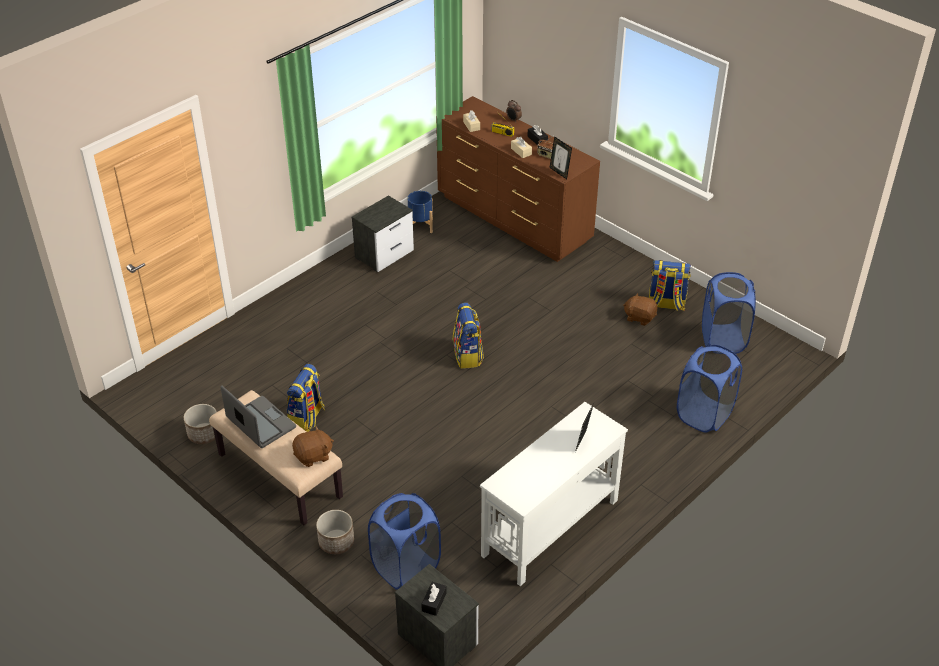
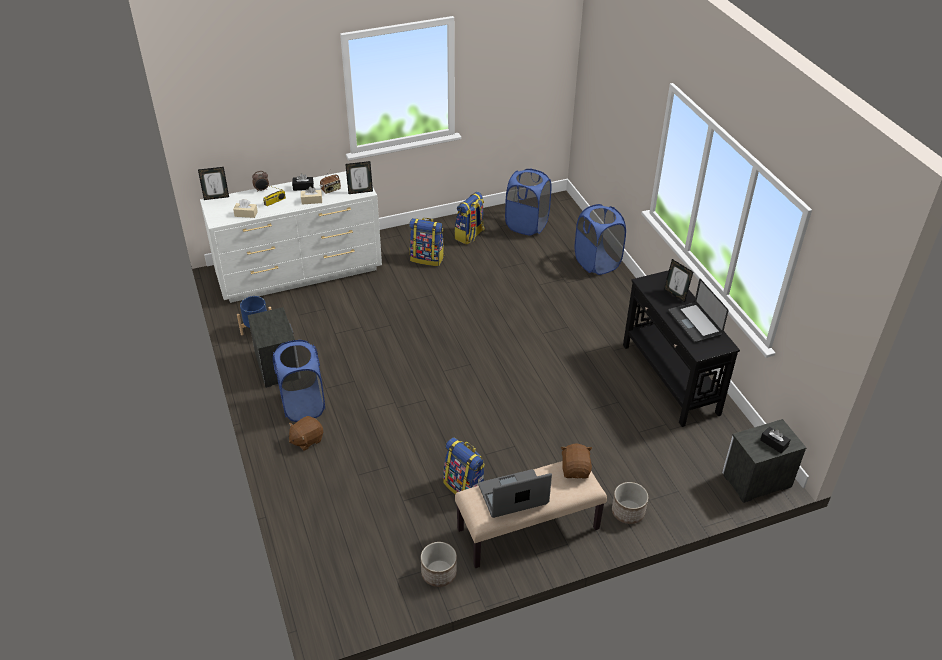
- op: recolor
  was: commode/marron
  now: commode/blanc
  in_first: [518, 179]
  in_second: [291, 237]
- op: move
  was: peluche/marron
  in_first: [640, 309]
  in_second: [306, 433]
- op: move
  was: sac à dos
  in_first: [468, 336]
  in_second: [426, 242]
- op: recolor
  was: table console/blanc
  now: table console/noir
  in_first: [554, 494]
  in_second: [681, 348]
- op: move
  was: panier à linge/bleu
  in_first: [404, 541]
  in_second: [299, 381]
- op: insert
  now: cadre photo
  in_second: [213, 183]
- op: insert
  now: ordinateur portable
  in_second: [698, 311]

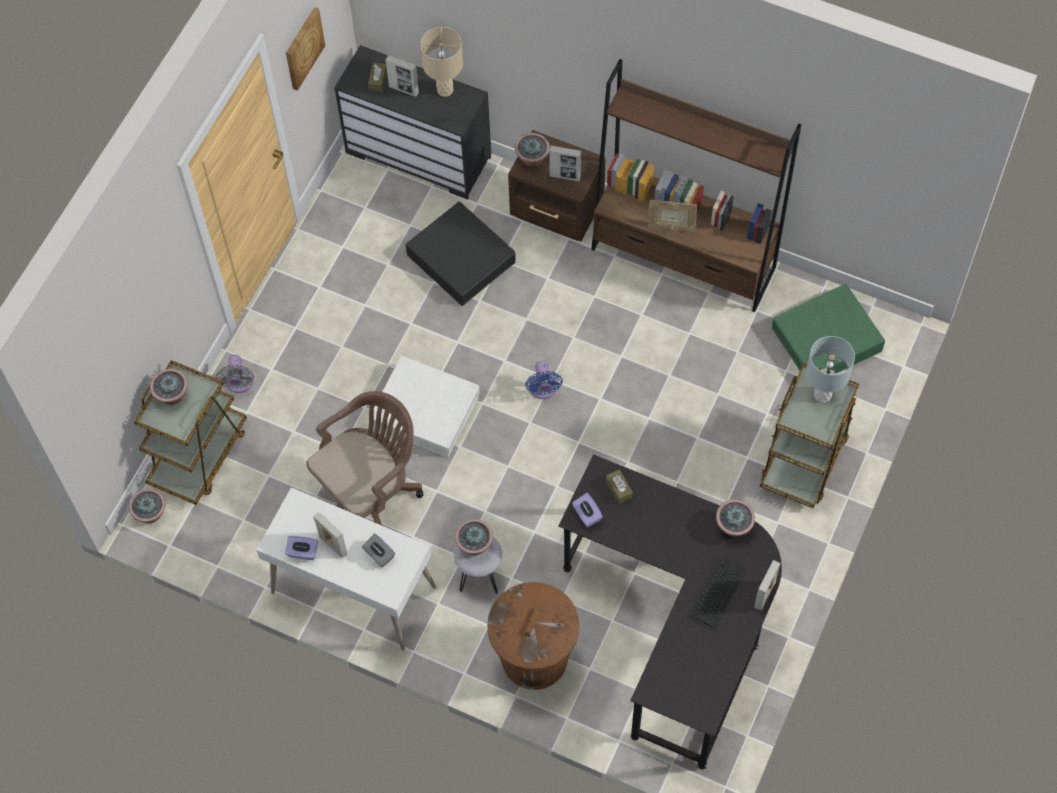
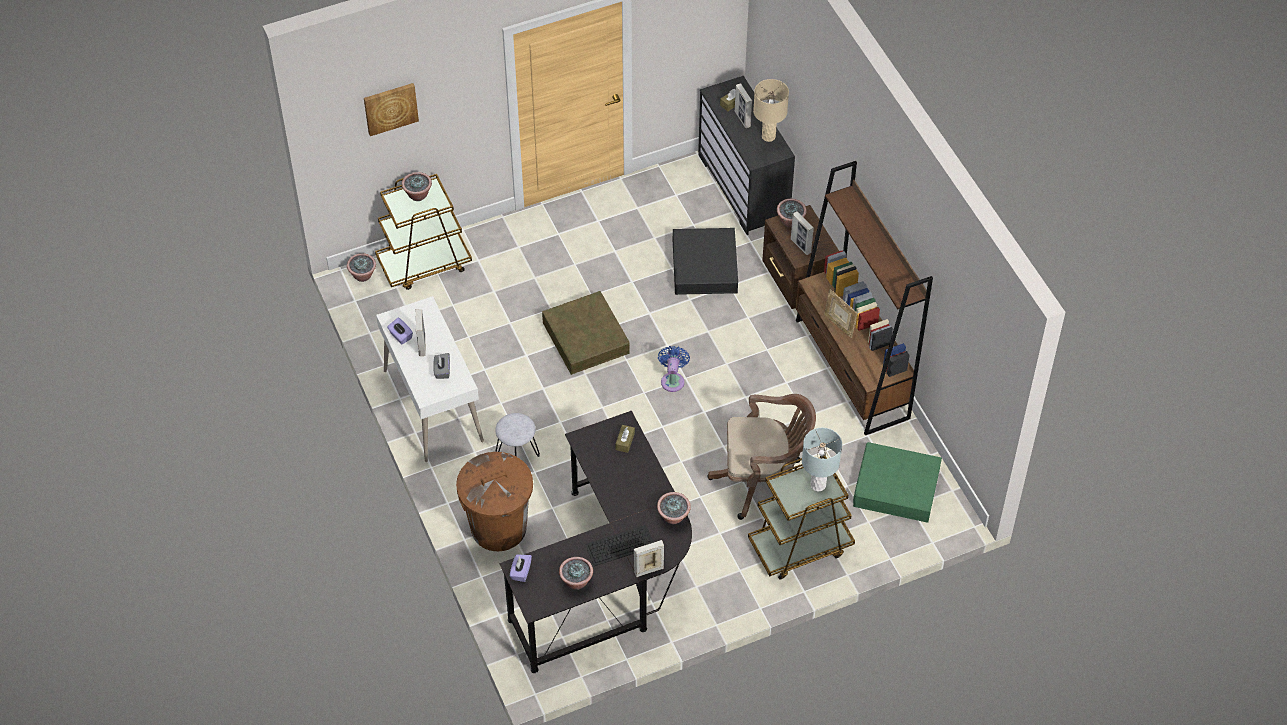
- op: move
  was: tableau
  in_first: [305, 49]
  in_second: [391, 109]
- op: delete
  was: ventilateur/gris
  in_first: [235, 374]
- op: recolor
  was: boîte de rangement/blanc
  now: boîte de rangement/marron
  in_first: [426, 406]
  in_second: [586, 333]
- op: rotate
  was: ventilateur/bleu
  in_first: [544, 380]
  in_second: [674, 369]
  clockwise: 150
- op: move
  was: chaise de bureau/marron
  in_first: [364, 458]
  in_second: [761, 457]
- op: move
  was: boîte à mouchoirs/violet
  in_first: [587, 510]
  in_second: [521, 568]
- op: move
  was: plante en pot
  in_first: [474, 537]
  in_second: [576, 573]

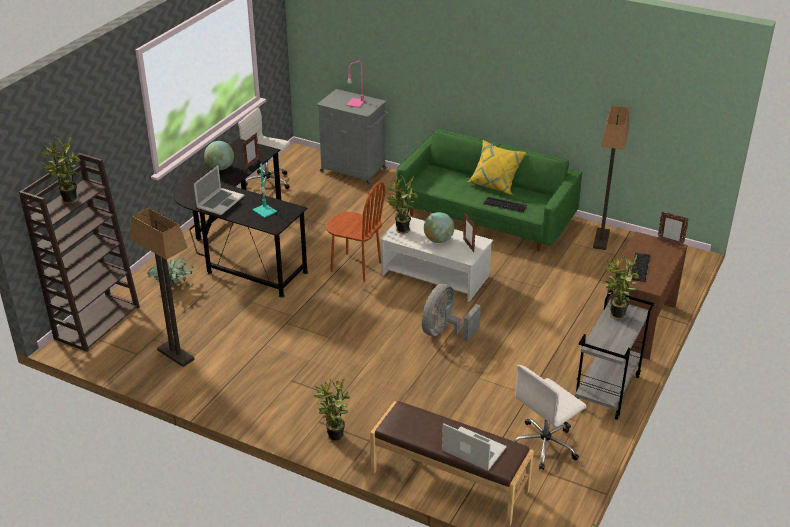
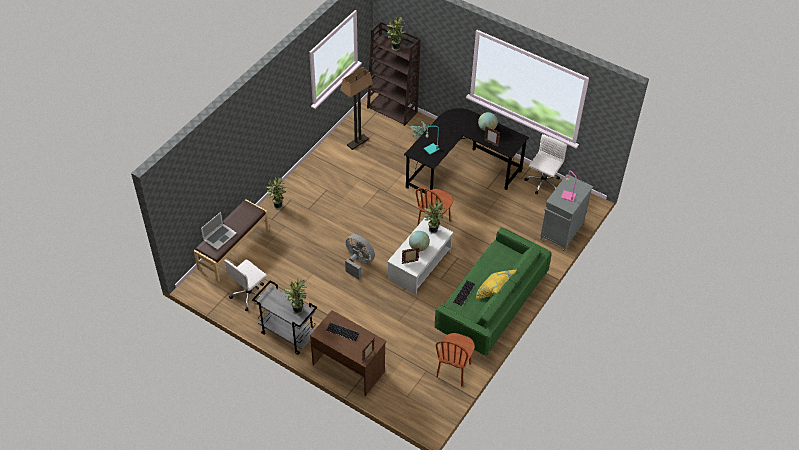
- op: replace
  was: lampadaire
  now: chaise/marron
  in_first: [611, 178]
  in_second: [455, 360]
- op: delete
  was: ordinateur portable
  in_first: [219, 190]
- op: rotate
  was: chaise de bureau/blanc
  in_first: [550, 417]
  in_second: [245, 285]
  clockwise: -105

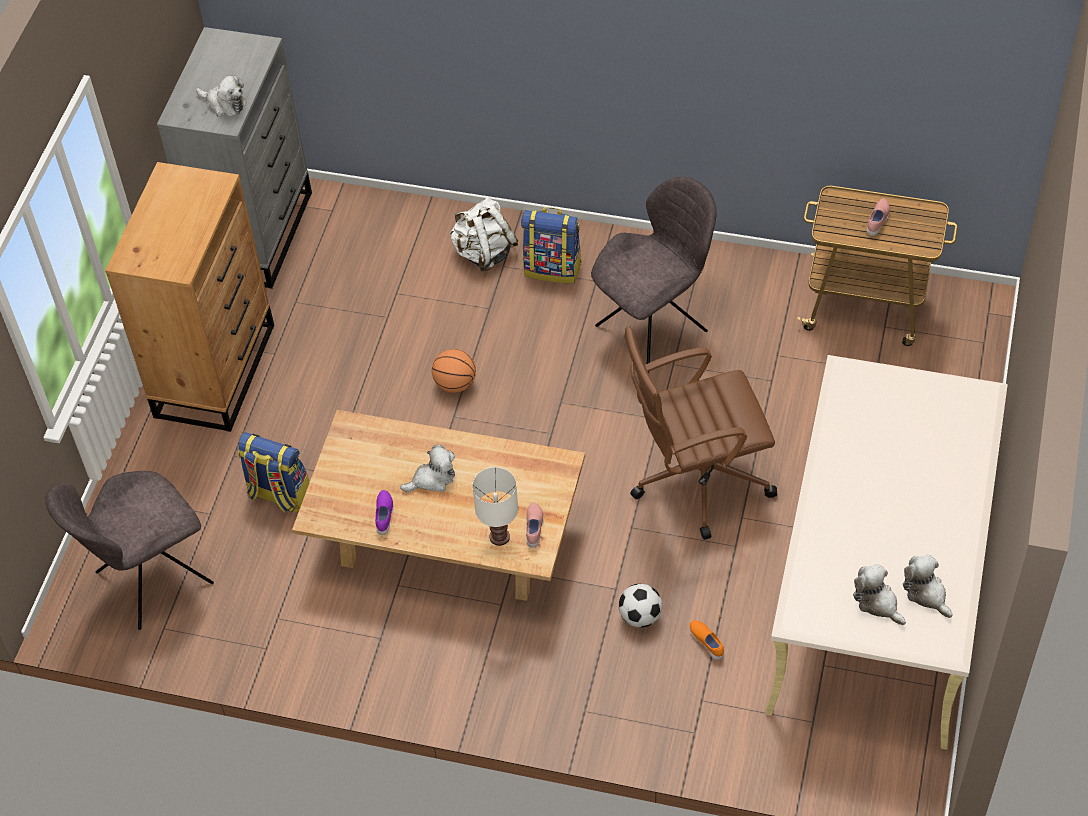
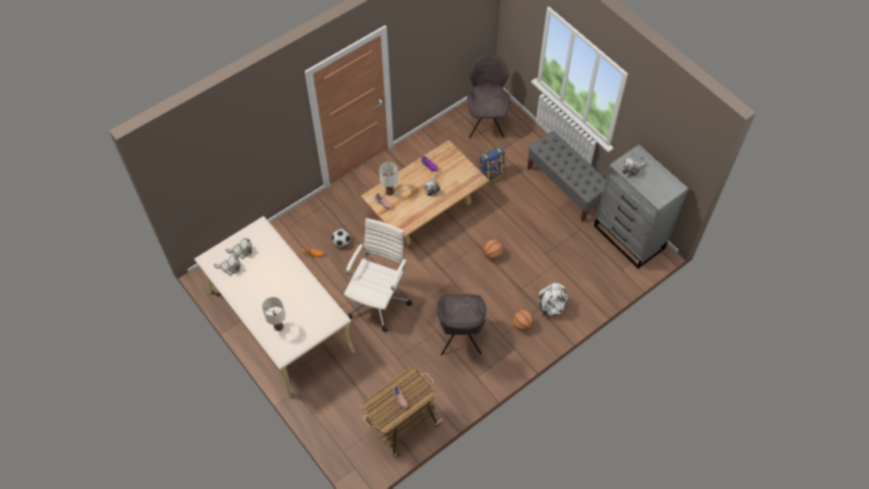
- op: replace
  was: commode/marron
  now: banc/gris
  in_first: [189, 297]
  in_second: [566, 176]
- op: replace
  was: sac à dos
  now: ballon de basket
  in_first: [551, 245]
  in_second: [523, 320]
- op: recolor
  was: chaise de bureau/marron
  now: chaise de bureau/blanc
  in_first: [700, 433]
  in_second: [378, 275]
- op: insert
  now: lampe de table/blanc
  in_second: [274, 314]

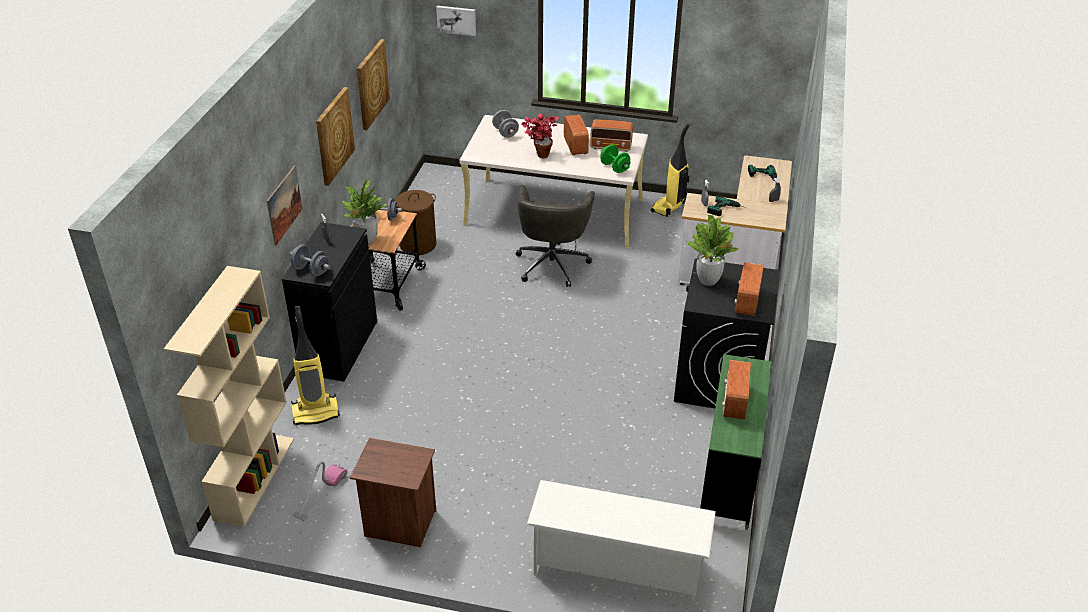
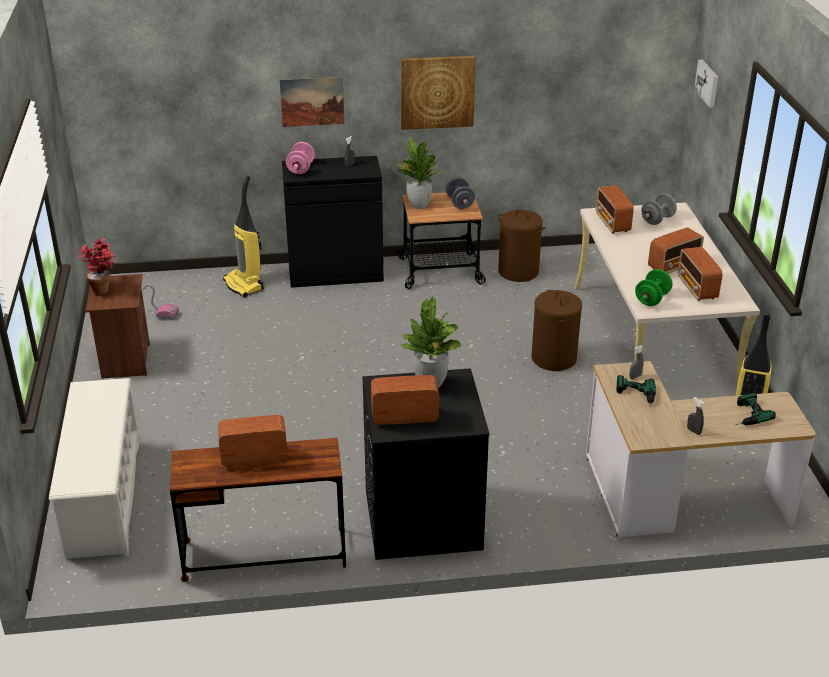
- op: delete
  was: tableau
  in_first: [373, 84]
- op: move
  was: plante en pot
  in_first: [540, 136]
  in_second: [96, 267]
- op: replace
  was: chaise de bureau/gris
  now: panier à linge/marron
  in_first: [555, 236]
  in_second: [556, 330]
- op: recolor
  was: haltère/gris
  now: haltère/rose
  in_first: [310, 260]
  in_second: [300, 158]
- op: delete
  was: bibliothèque/beige
  in_first: [229, 396]
- op: recolor
  was: bureau/vert
  now: bureau/marron
  in_first: [735, 442]
  in_second: [258, 510]
- op: insert
  now: radio
  in_second: [615, 209]

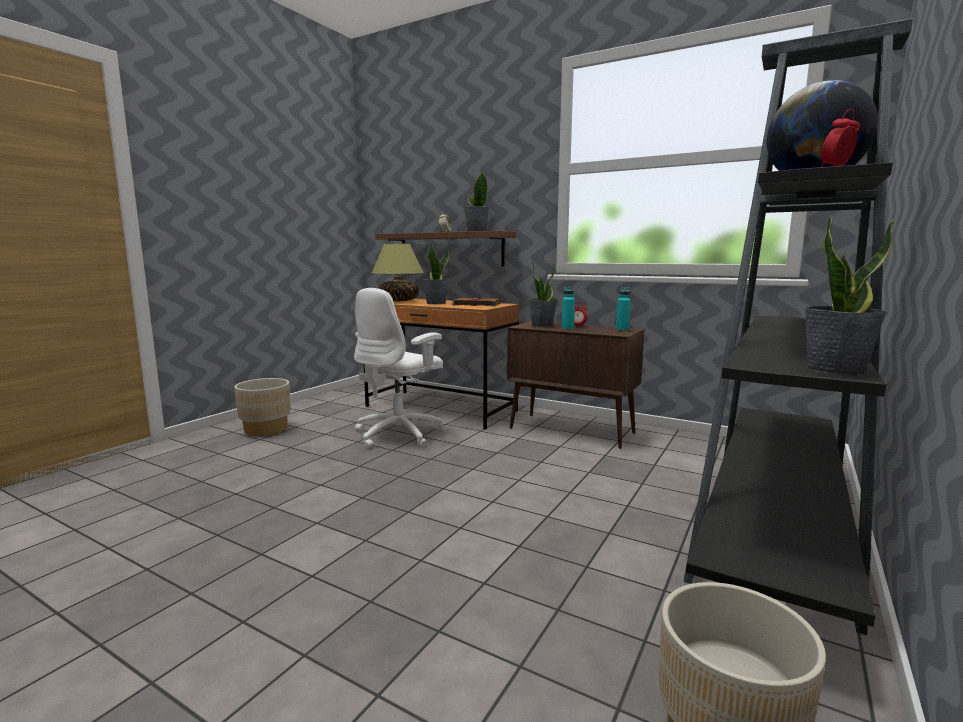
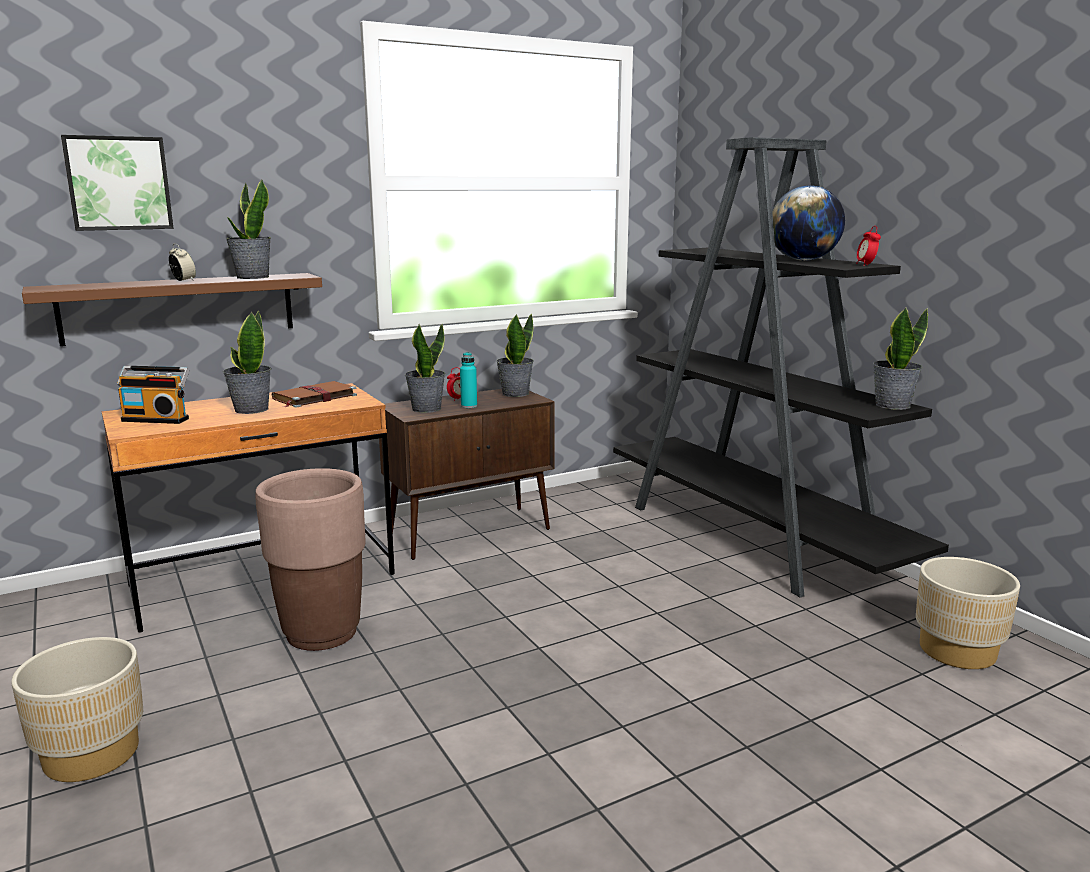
- op: replace
  was: lampe de table
  now: radio
  in_first: [398, 272]
  in_second: [153, 395]
- op: replace
  was: bouteille/turquoise
  now: plante en pot
  in_first: [623, 309]
  in_second: [515, 355]
- op: replace
  was: chaise de bureau/blanc
  now: cache-pot/marron
  in_first: [398, 368]
  in_second: [310, 559]
- op: insert
  now: tableau
  in_second: [117, 183]

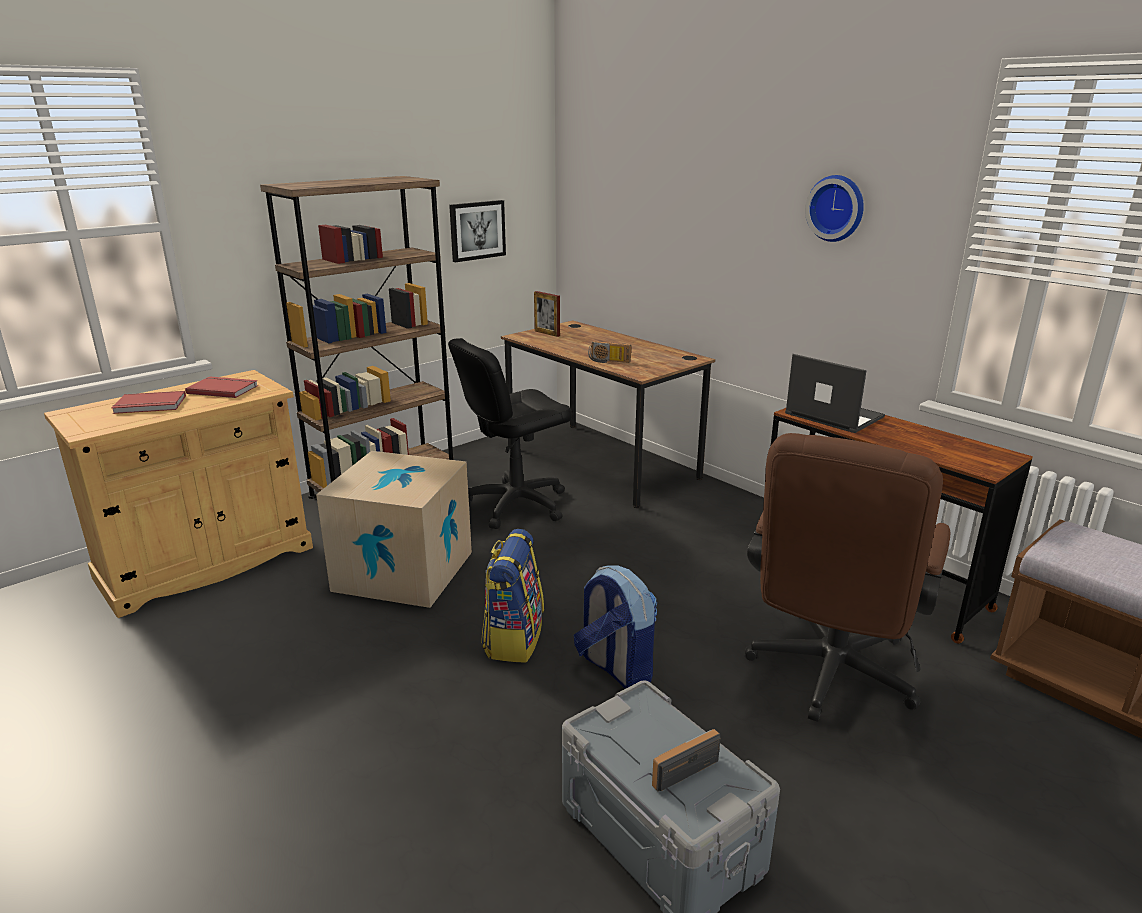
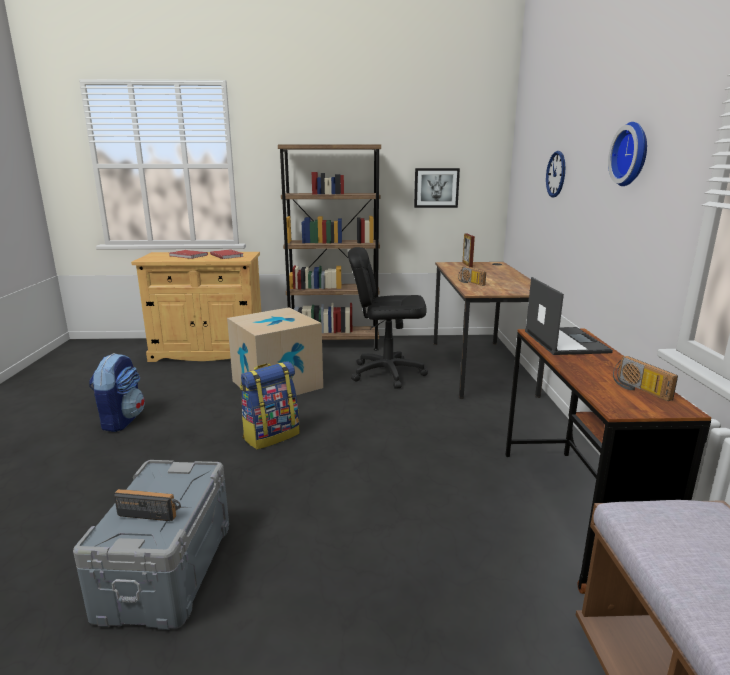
- op: delete
  was: chaise de bureau/marron
  in_first: [847, 577]
- op: move
  was: sac à dos
  in_first: [615, 627]
  in_second: [117, 392]
- op: insert
  now: horloge murale
  in_second: [555, 174]
- op: insert
  now: radio
  in_second: [645, 378]

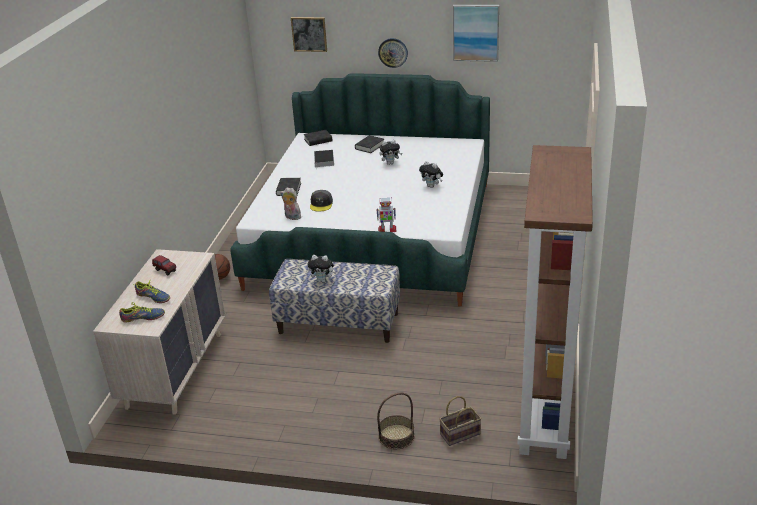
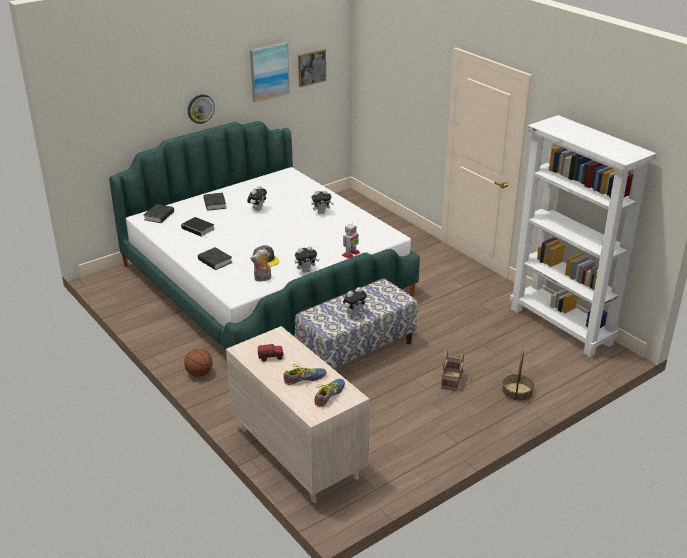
- op: move
  was: tableau
  in_first: [309, 34]
  in_second: [312, 68]
- op: recolor
  was: bibliothèque/marron
  now: bibliothèque/blanc
  in_first: [555, 302]
  in_second: [583, 236]
- op: move
  was: panier
  in_first: [460, 421]
  in_second: [452, 370]
- op: insert
  now: peluche
  in_second: [307, 259]

